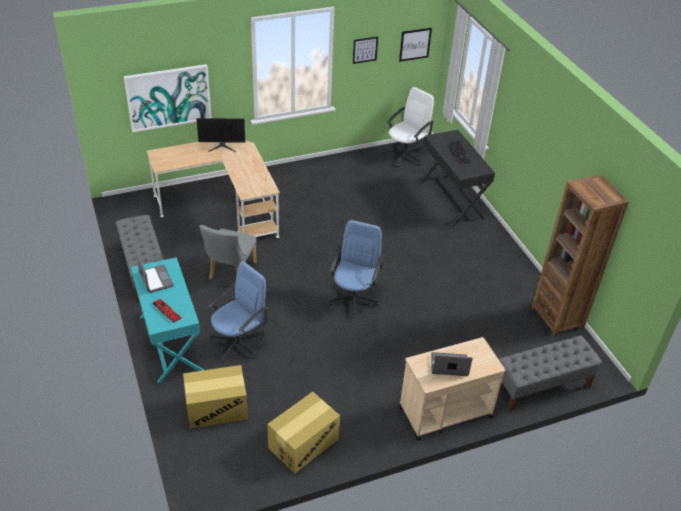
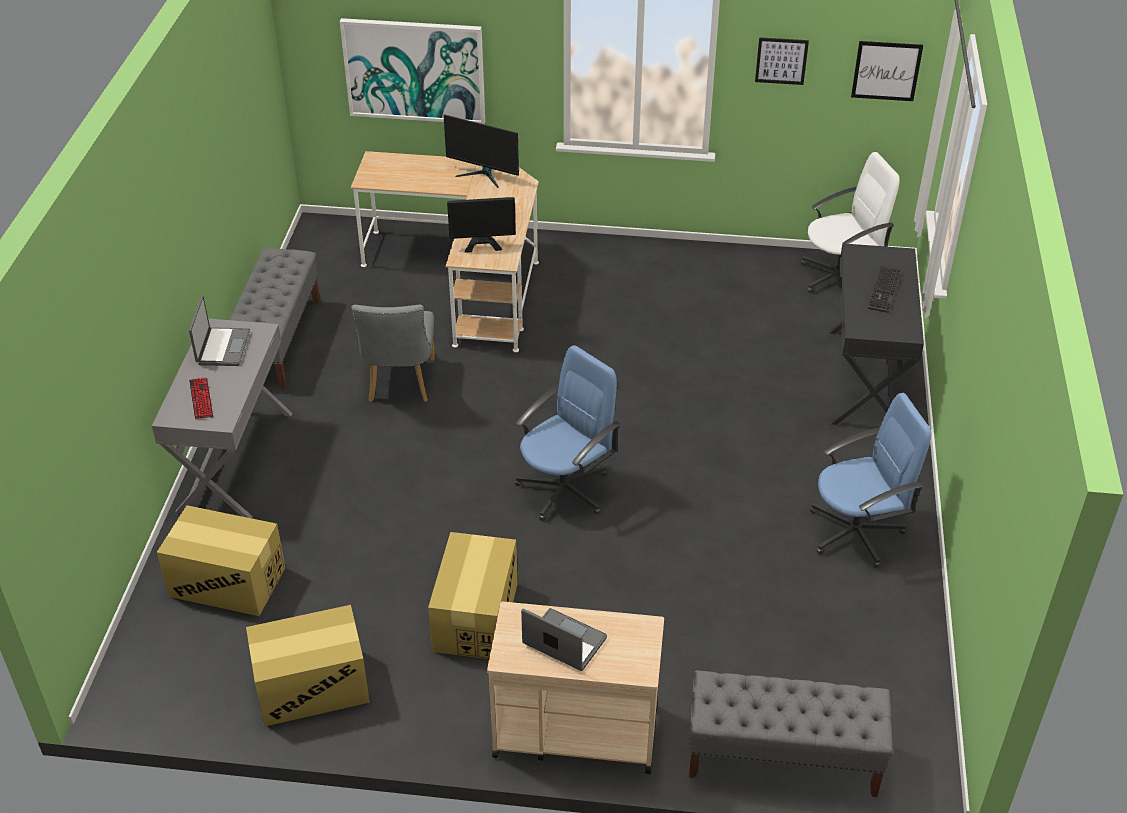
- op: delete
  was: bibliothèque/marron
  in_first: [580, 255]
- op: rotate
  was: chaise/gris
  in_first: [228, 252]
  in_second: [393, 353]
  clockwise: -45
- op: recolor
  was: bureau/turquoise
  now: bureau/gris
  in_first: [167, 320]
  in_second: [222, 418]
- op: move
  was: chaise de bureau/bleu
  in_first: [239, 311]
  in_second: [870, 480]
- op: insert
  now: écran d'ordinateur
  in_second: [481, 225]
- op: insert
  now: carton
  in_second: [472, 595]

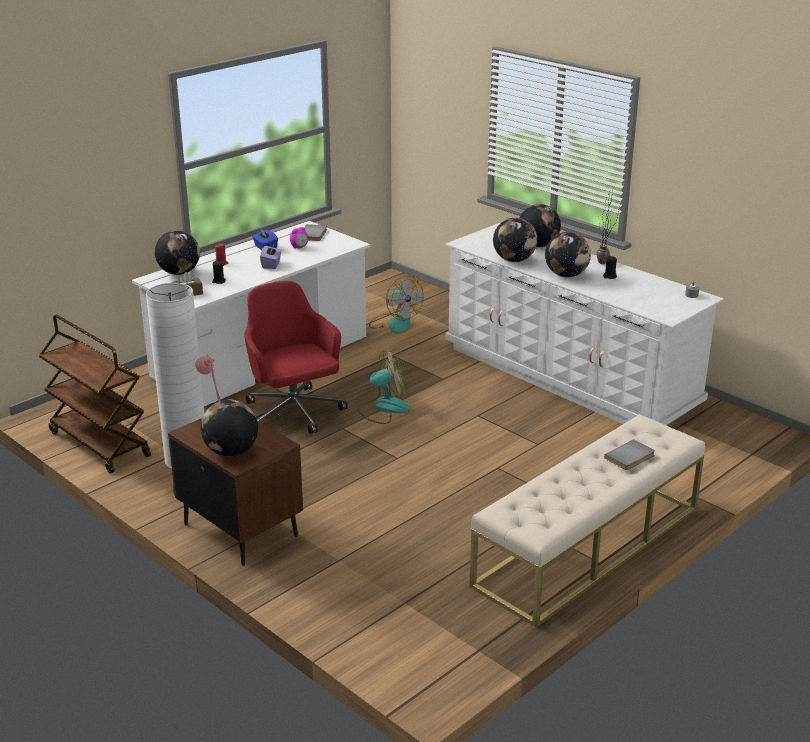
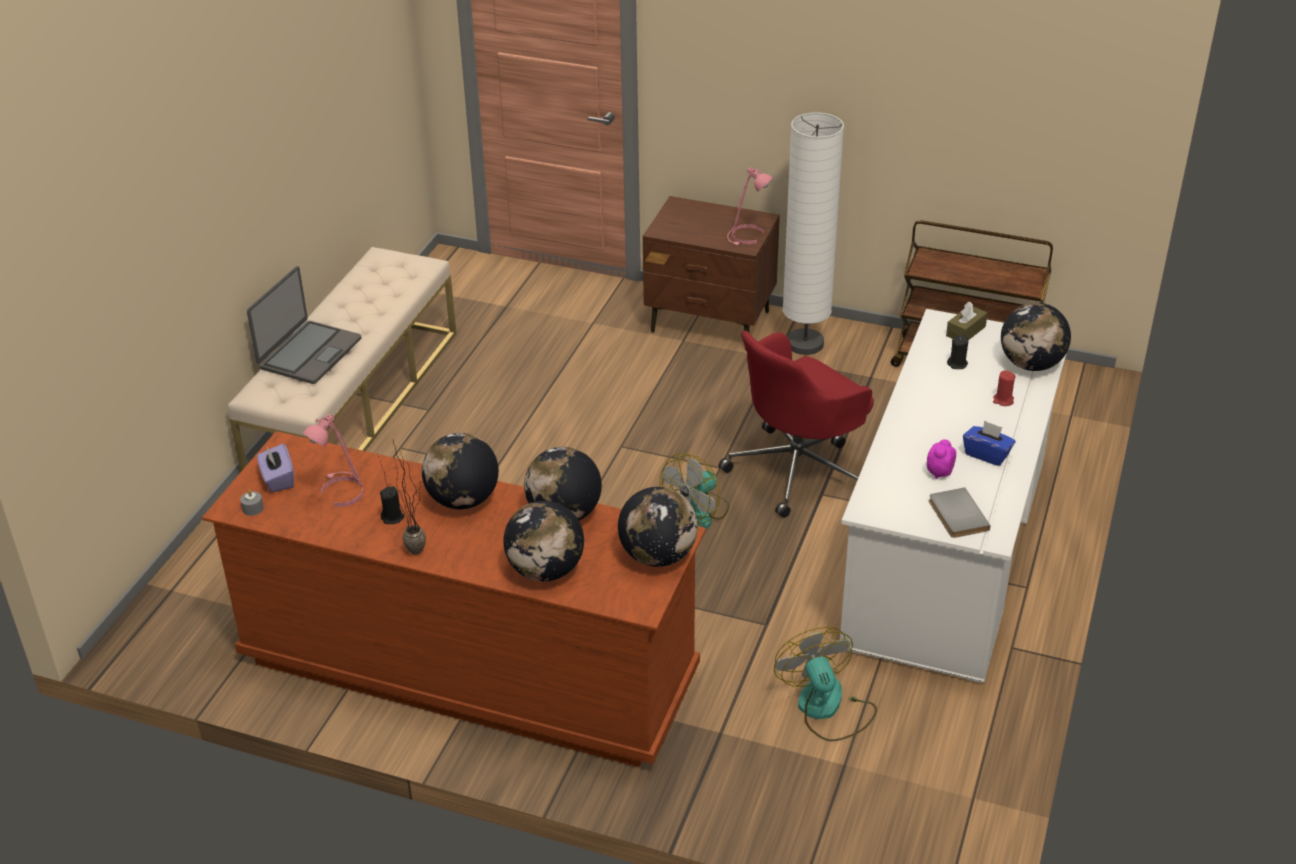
- op: recolor
  was: commode/blanc
  now: commode/marron
  in_first: [584, 324]
  in_second: [454, 599]
- op: move
  was: boîte à mouchoirs/violet
  in_first: [271, 256]
  in_second: [275, 468]
- op: rotate
  was: ventilateur
  in_first: [396, 305]
  in_second: [825, 684]
  clockwise: 45
- op: rotate
  was: chaise de bureau/rouge
  in_first: [296, 357]
  in_second: [796, 424]
  clockwise: 105
- op: move
  was: globe
  in_first: [229, 427]
  in_second: [658, 527]
- op: replace
  was: livre/gris
  now: ordinateur portable
  in_first: [629, 454]
  in_second: [304, 325]
- op: insert
  now: lampe de table/rose
  in_second: [333, 460]

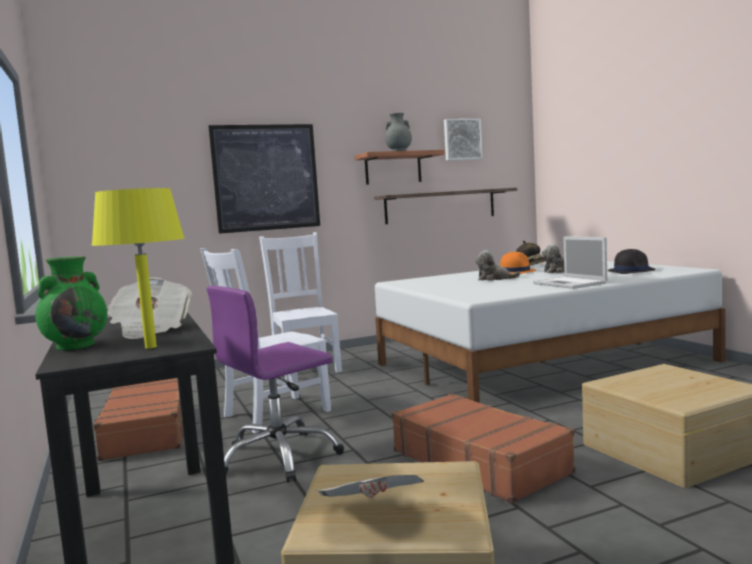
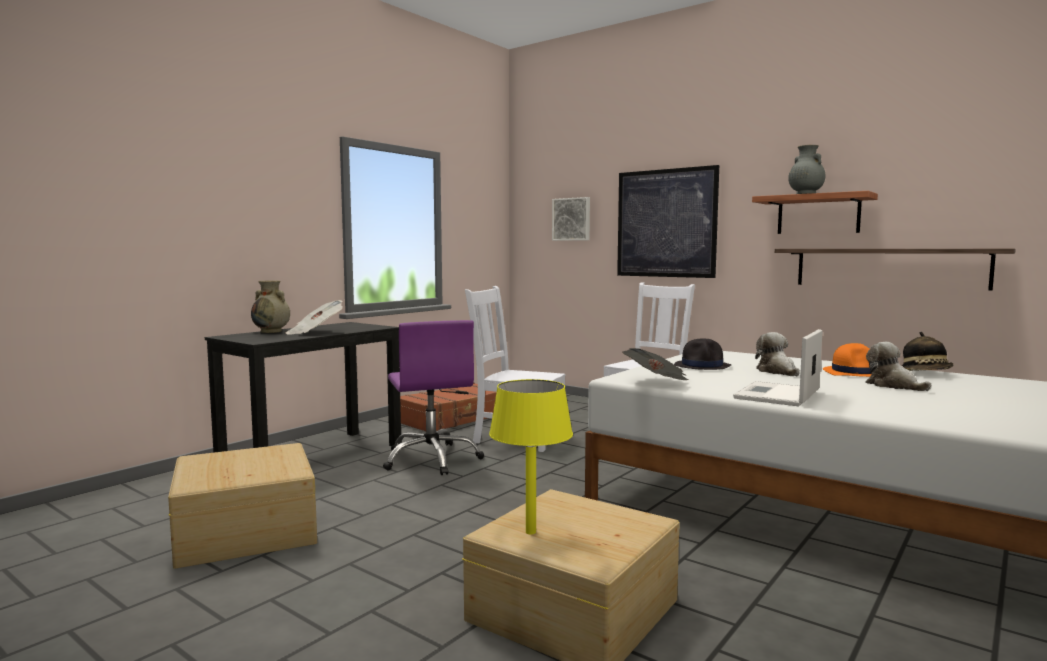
- op: move
  was: tableau
  in_first: [463, 140]
  in_second: [571, 219]
- op: move
  was: lampe de table/jaune
  in_first: [138, 268]
  in_second: [531, 456]
- op: move
  was: chapeau/noir
  in_first: [632, 261]
  in_second: [703, 354]
- op: recolor
  was: vase/vert
  now: vase/beige
  in_first: [71, 303]
  in_second: [270, 306]
- op: rotate
  was: chaise de bureau/violet
  in_first: [275, 384]
  in_second: [433, 397]
  clockwise: -135
- op: delete
  was: valise/marron
  in_first: [483, 448]
- op: move
  was: journal
  in_first: [370, 486]
  in_second: [655, 364]

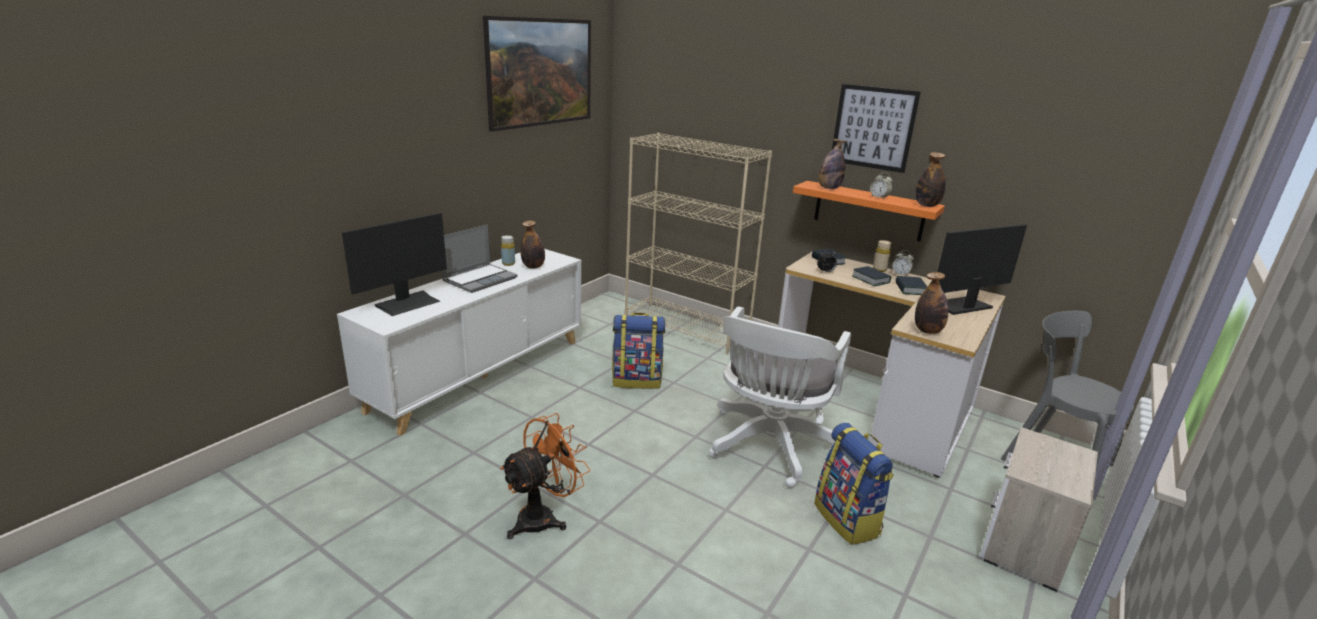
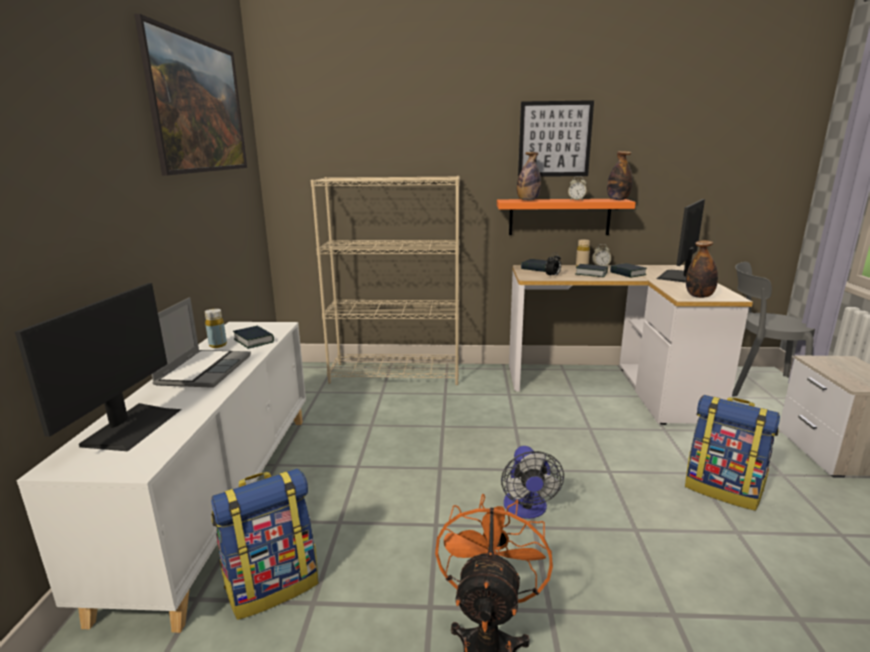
- op: replace
  was: bouteille
  now: livre
  in_first: [532, 245]
  in_second: [253, 337]
- op: delete
  was: chaise de bureau/blanc
  in_first: [780, 397]
- op: move
  was: sac à dos
  in_first: [638, 351]
  in_second: [264, 544]
- op: insert
  now: ventilateur
  in_second: [532, 482]

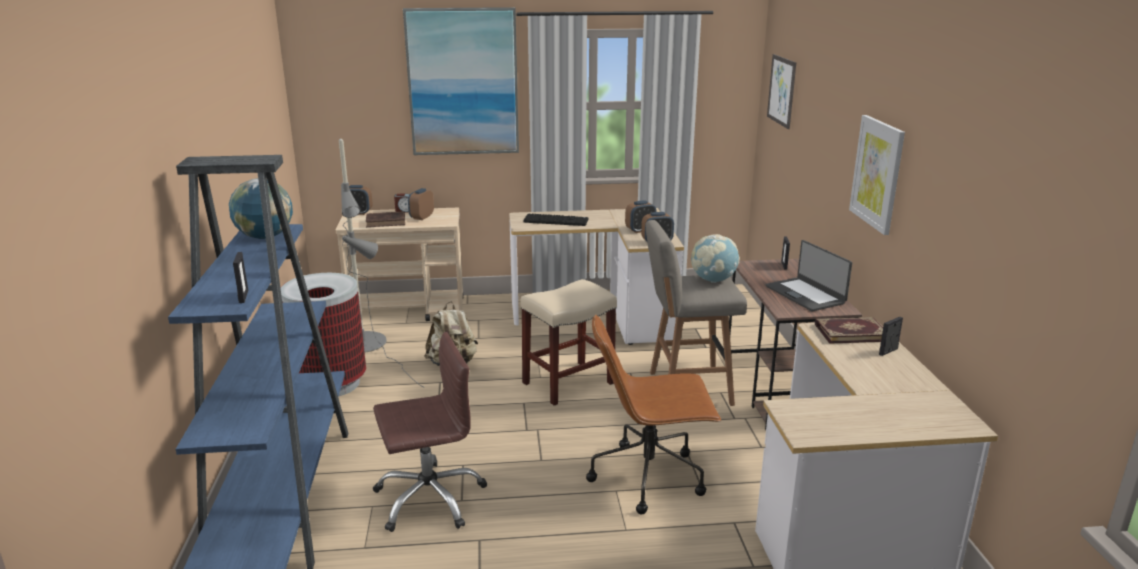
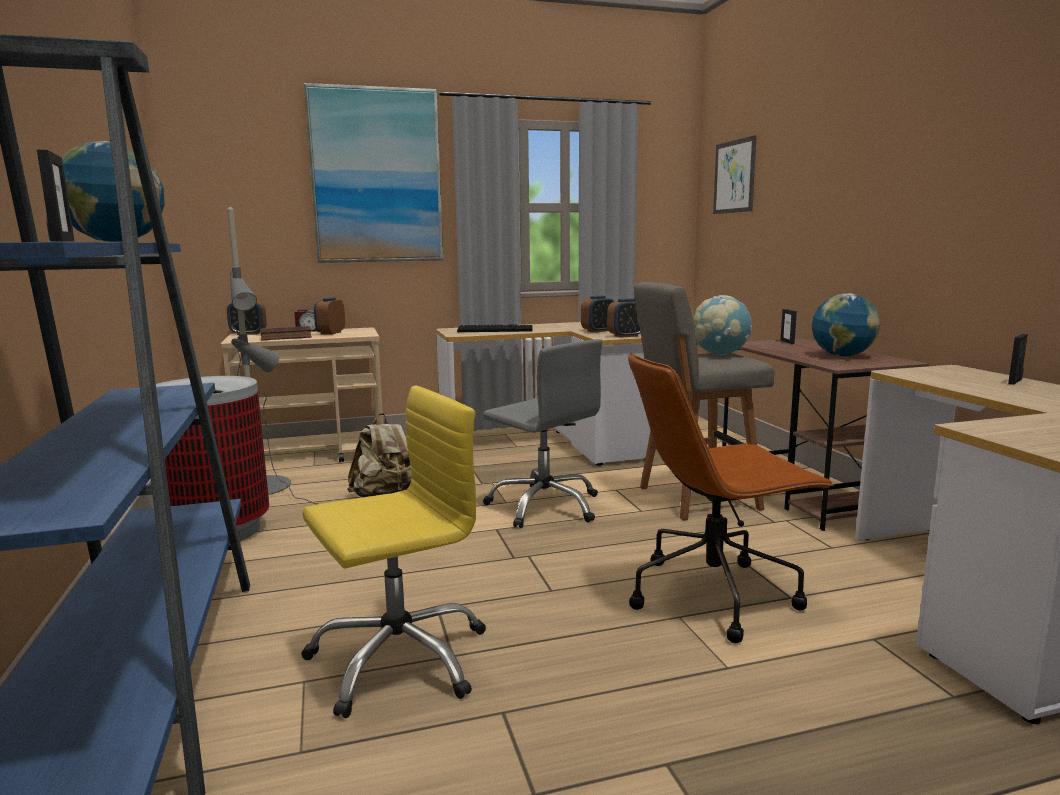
- op: delete
  was: tableau
  in_first: [877, 175]
- op: replace
  was: ordinateur portable
  now: globe
  in_first: [809, 275]
  in_second: [846, 324]
- op: replace
  was: tabouret/beige
  now: chaise de bureau/gris
  in_first: [568, 342]
  in_second: [542, 433]
- op: delete
  was: livre
  in_first: [849, 330]
- op: recolor
  was: chaise de bureau/marron
  now: chaise de bureau/jaune
  in_first: [430, 432]
  in_second: [393, 552]

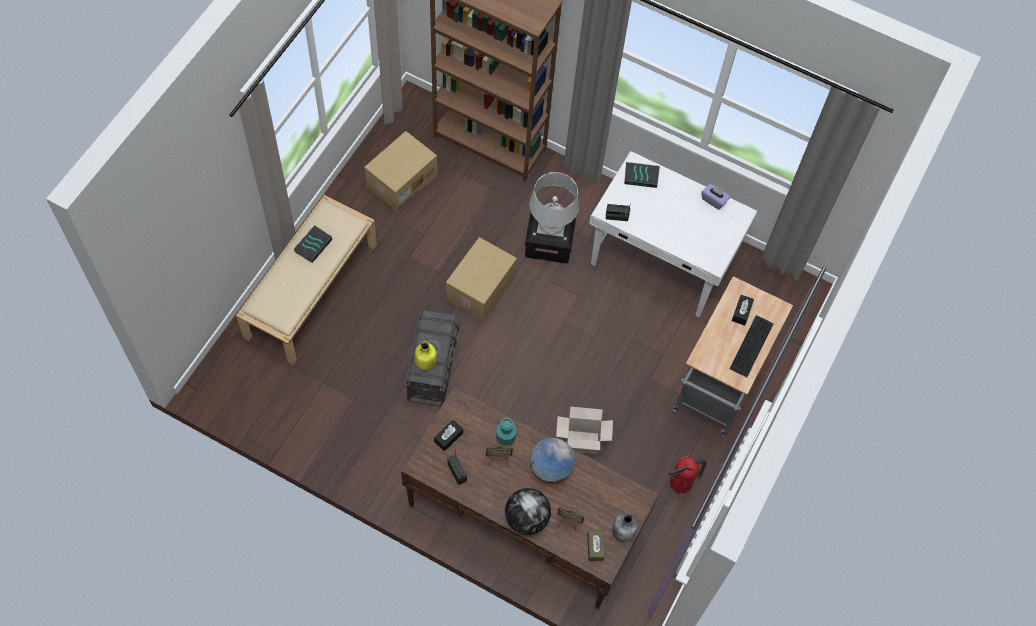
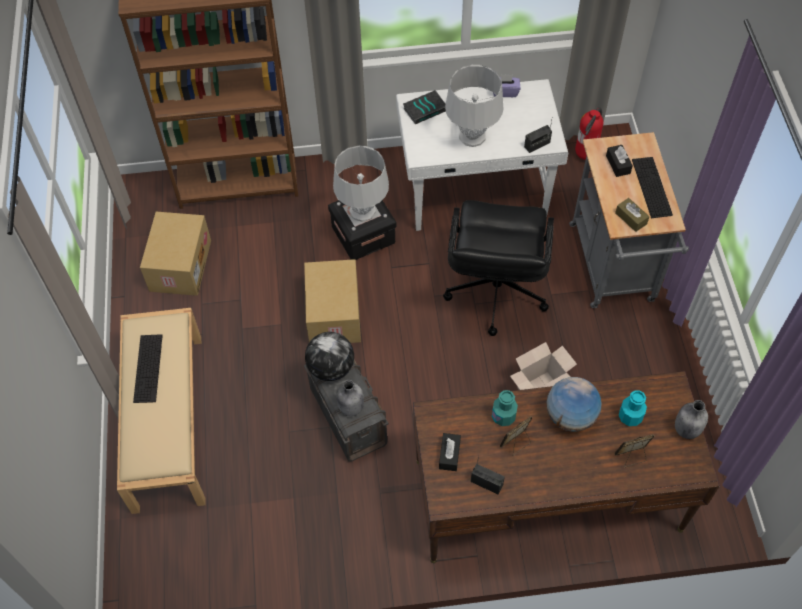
- op: move
  was: radio
  in_first: [618, 211]
  in_second: [538, 136]
- op: replace
  was: livre
  now: clavier
  in_first: [313, 244]
  in_second: [148, 368]
- op: recolor
  was: bouteille/jaune
  now: bouteille/gris
  in_first: [425, 355]
  in_second: [350, 398]
- op: move
  was: extincteur
  in_first: [687, 474]
  in_second: [589, 133]
- op: move
  was: globe
  in_first: [528, 511]
  in_second: [329, 356]
- op: move
  was: boîte à mouchoirs/marron
  in_first: [596, 545]
  in_second: [632, 215]
- op: insert
  now: lampe de table/gris
  in_second: [474, 106]
- op: insert
  now: chaise de bureau/noir
  in_second: [498, 268]
- op: insert
  now: bouteille/turquoise
  in_second: [633, 408]

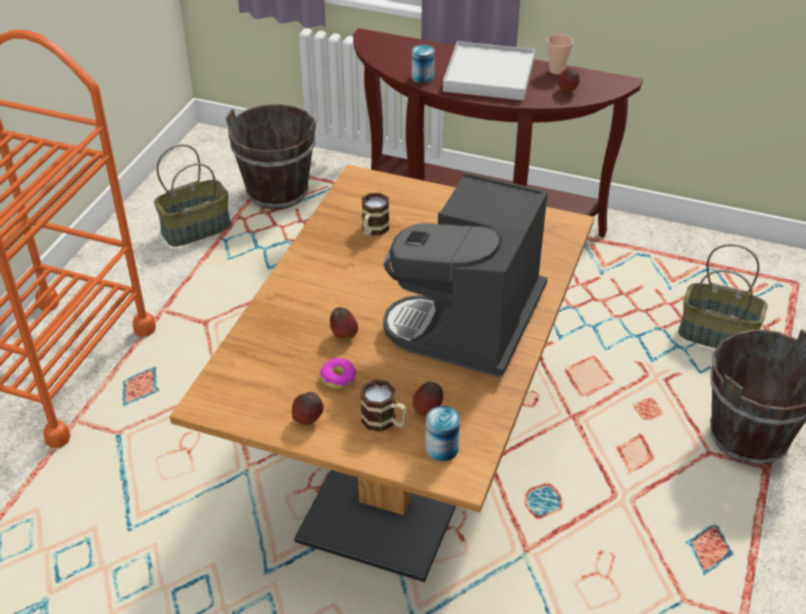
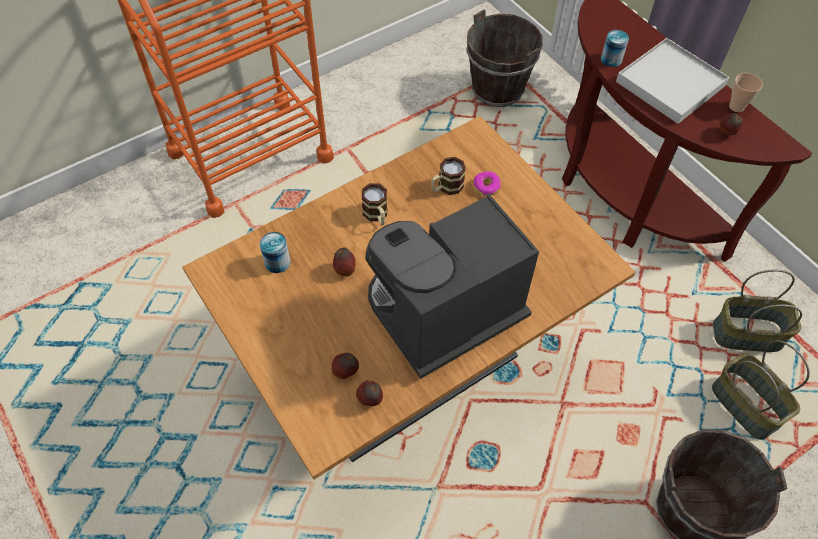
- op: move
  was: panier
  in_first: [192, 195]
  in_second: [757, 310]
- op: move
  was: beignet
  in_first: [338, 373]
  in_second: [487, 183]
- op: move
  was: mug
  in_first: [383, 406]
  in_second: [374, 204]
- op: move
  was: pomme
  in_first: [308, 408]
  in_second: [369, 393]
- op: move
  was: boîte métallique
  in_first: [442, 433]
  in_second: [275, 252]

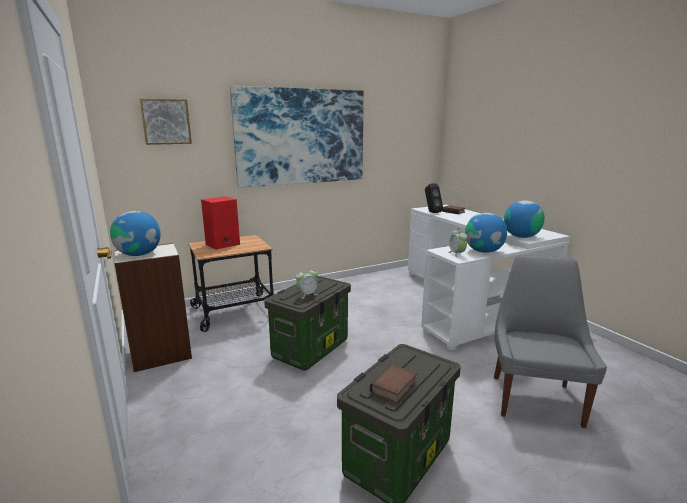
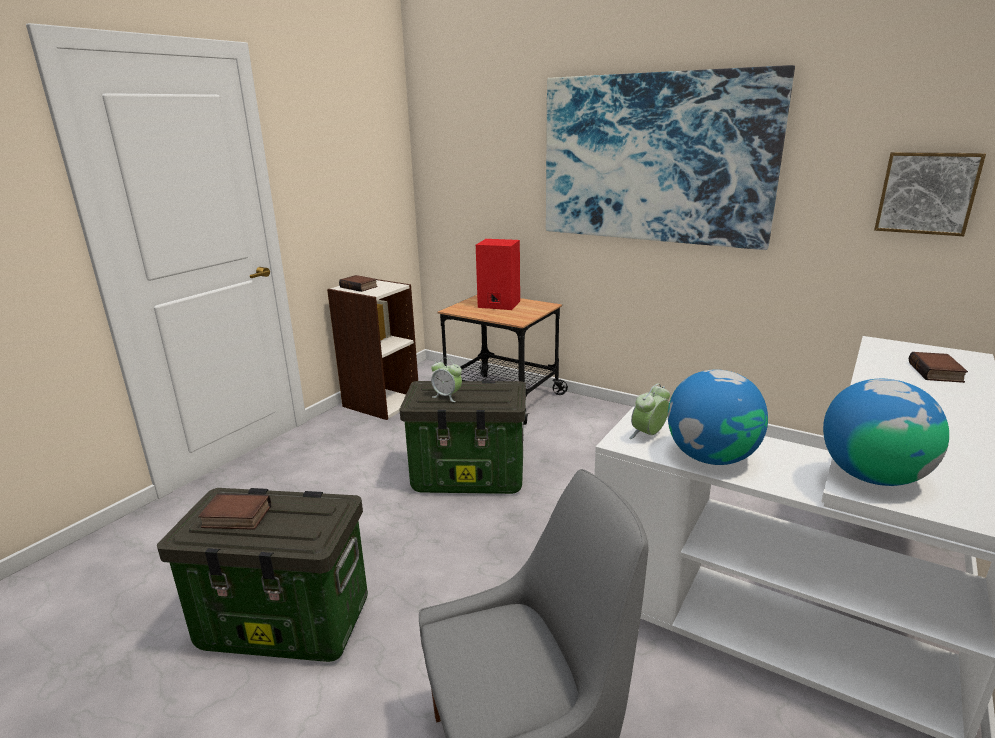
- op: move
  was: tableau
  in_first: [166, 121]
  in_second: [930, 194]
- op: delete
  was: enceinte/noir
  in_first: [434, 198]
- op: replace
  was: globe
  now: livre
  in_first: [135, 233]
  in_second: [358, 283]

